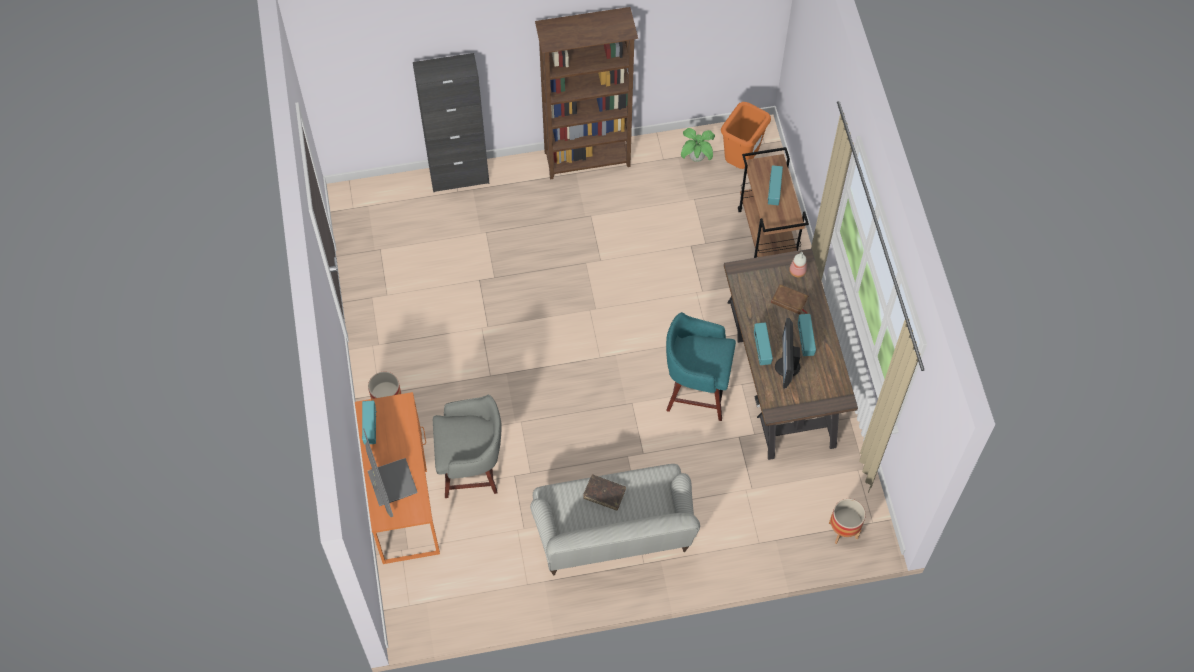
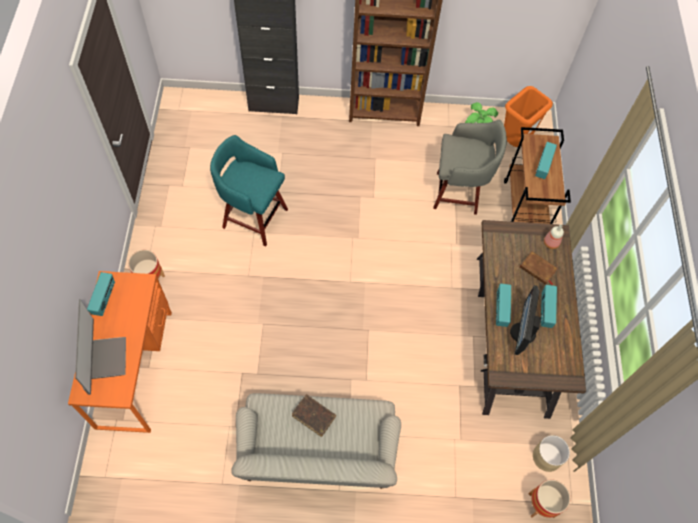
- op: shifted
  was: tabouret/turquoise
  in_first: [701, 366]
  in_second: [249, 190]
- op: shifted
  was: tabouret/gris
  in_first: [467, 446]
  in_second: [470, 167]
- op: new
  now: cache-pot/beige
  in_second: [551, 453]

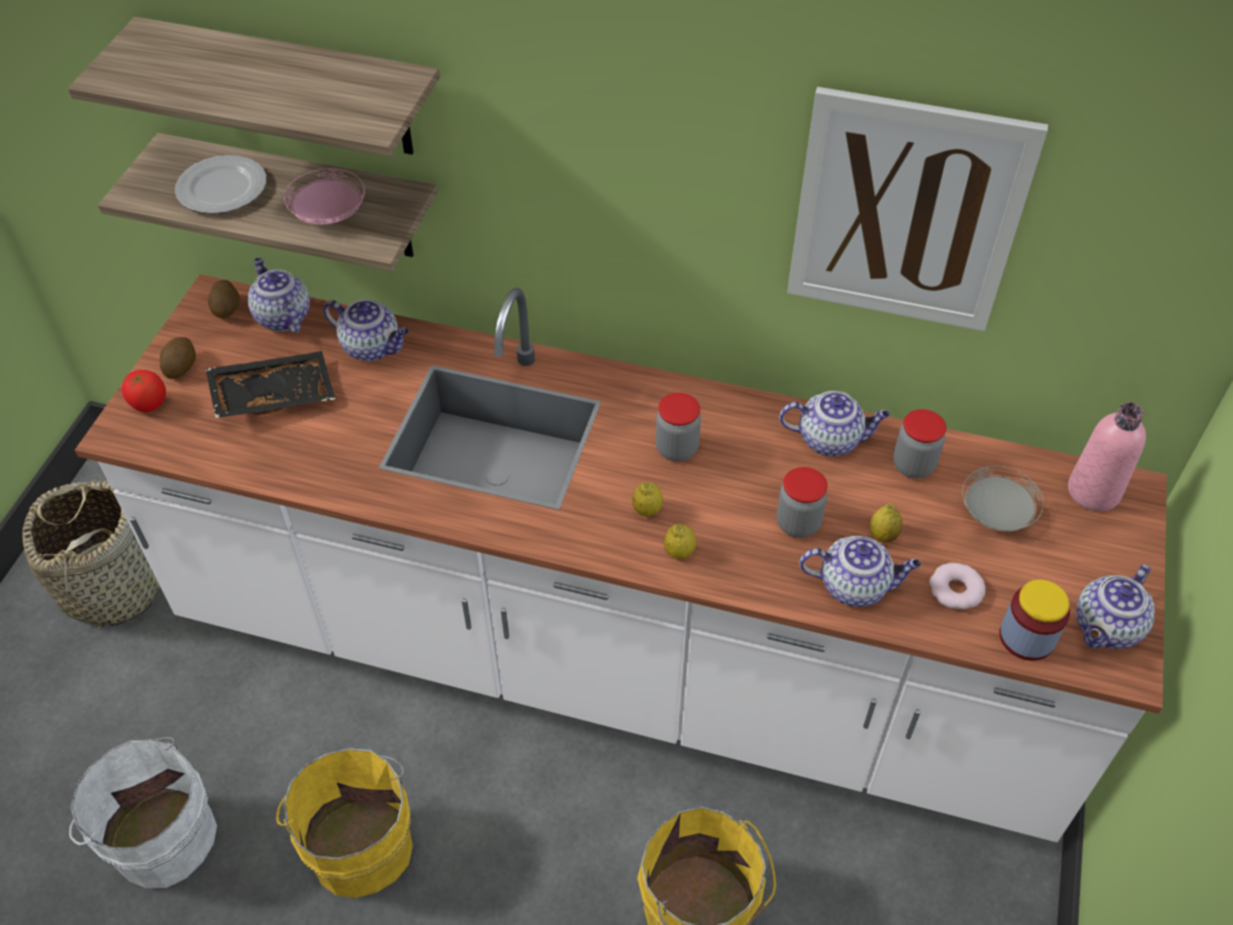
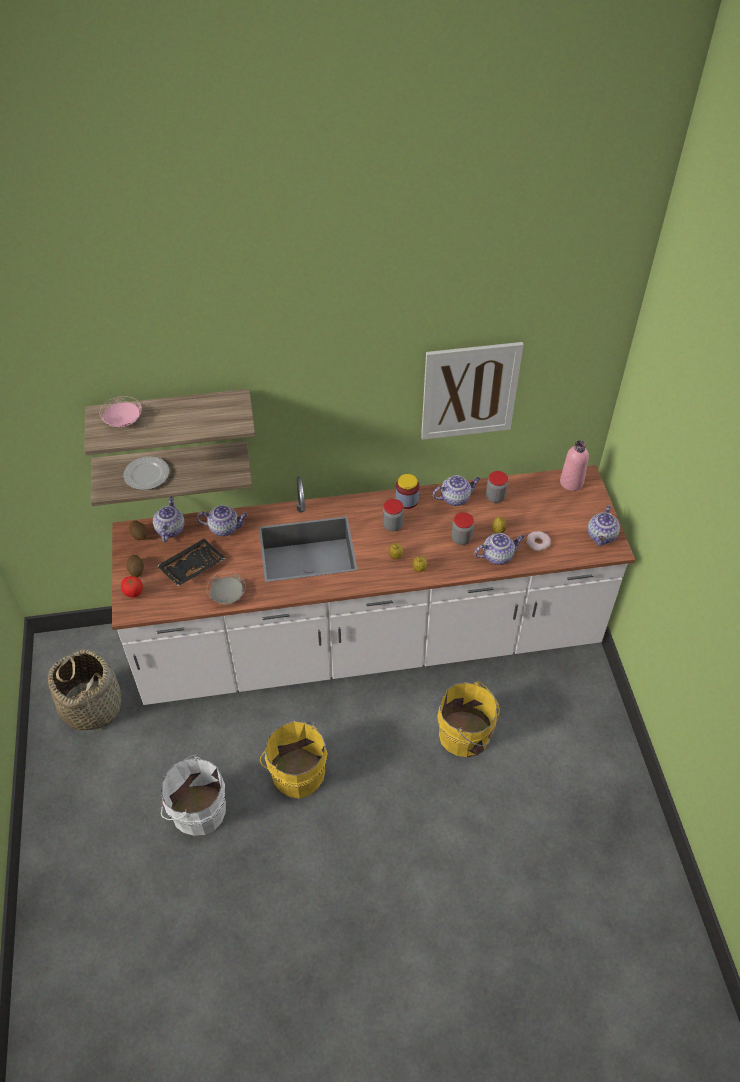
- op: shifted
  was: assiette/rose
  in_first: [324, 196]
  in_second: [121, 411]
- op: rotated
  was: théière
  in_first: [279, 295]
  in_second: [169, 519]
  clockwise: 60
- op: shifted
  was: assiette/gris
  in_first: [1003, 499]
  in_second: [226, 588]
- op: shifted
  was: bocal
  in_first: [1034, 620]
  in_second: [407, 491]

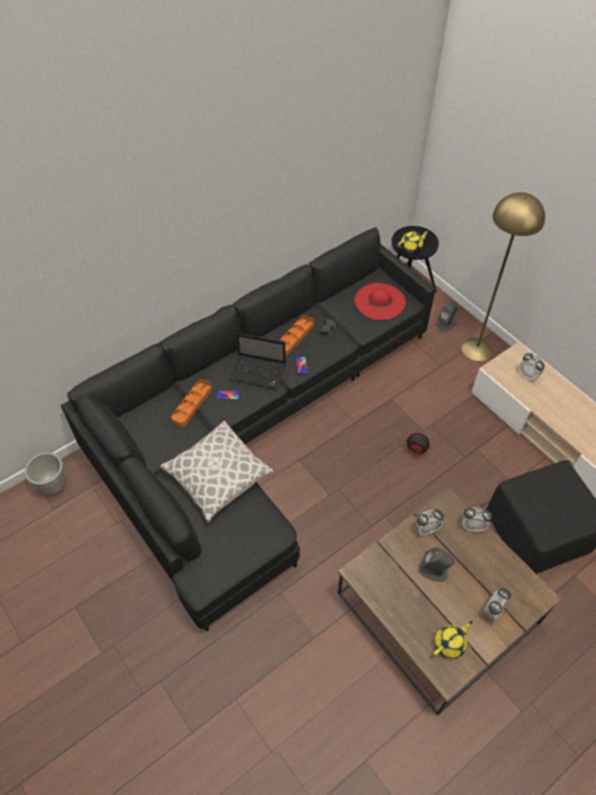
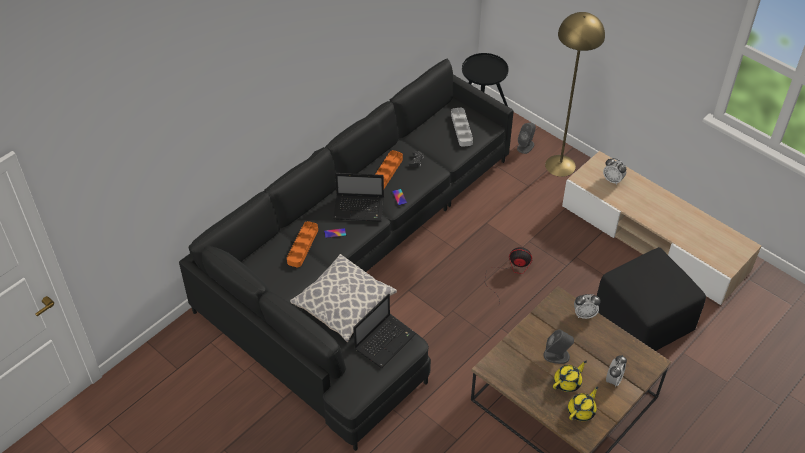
- op: new
  now: ordinateur portable
  in_second: [384, 331]
- op: swapped
  was: chapeau/rouge
  now: plateau/gris
  in_first: [380, 301]
  in_second: [462, 127]
- op: shifted
  was: théière/jaune
  in_first: [413, 241]
  in_second: [570, 376]
- op: gone
  was: cache-pot
  in_first: [46, 474]
- op: gone
  was: réveil
  in_first: [429, 522]

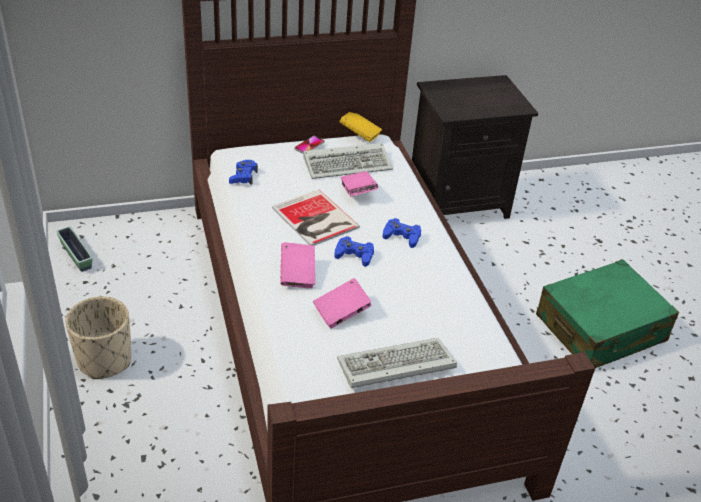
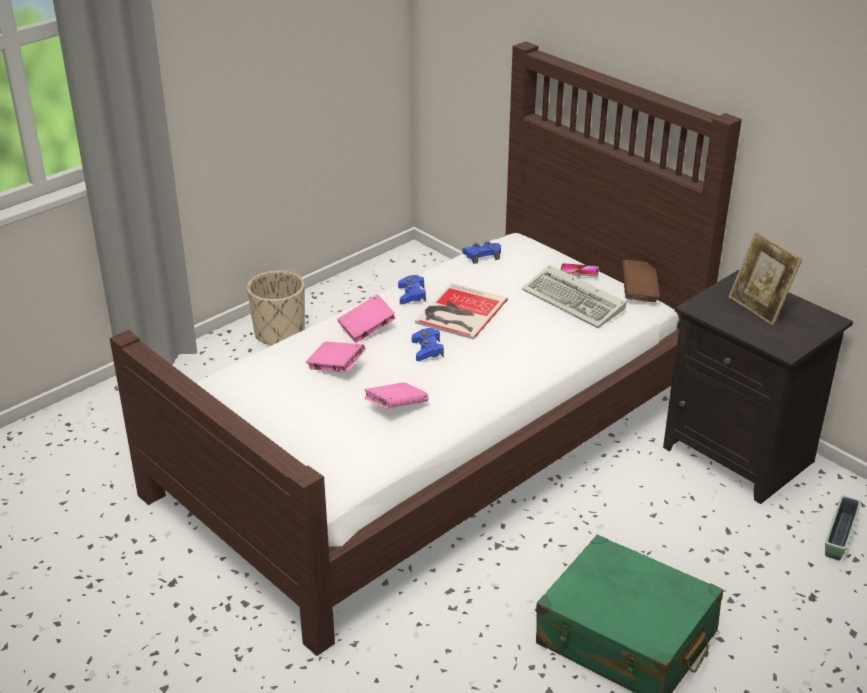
- op: shifted
  was: livre/rose
  in_first: [359, 184]
  in_second: [396, 395]
- op: shifted
  was: manette/bleu
  in_first: [402, 233]
  in_second: [412, 289]
- op: repainted
  was: livre/jaune
  now: livre/marron
  in_first: [360, 127]
  in_second: [641, 281]
- op: new
  now: cadre photo
  in_second: [765, 278]
- op: shifted
  was: cache-pot
  in_first: [74, 249]
  in_second: [843, 528]
- op: gone
  was: clavier
  in_first: [397, 363]

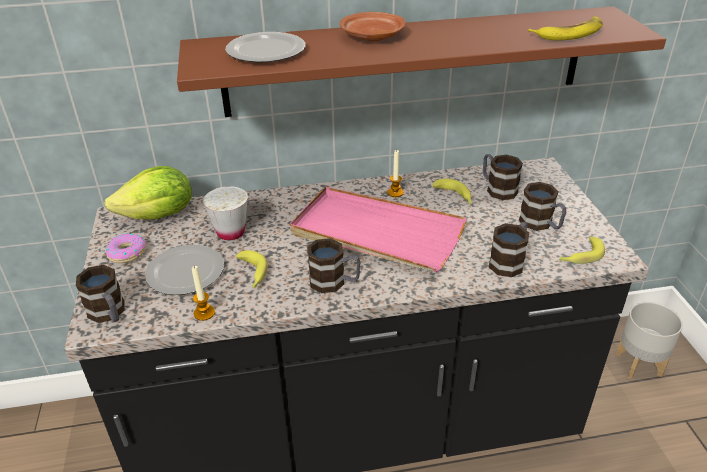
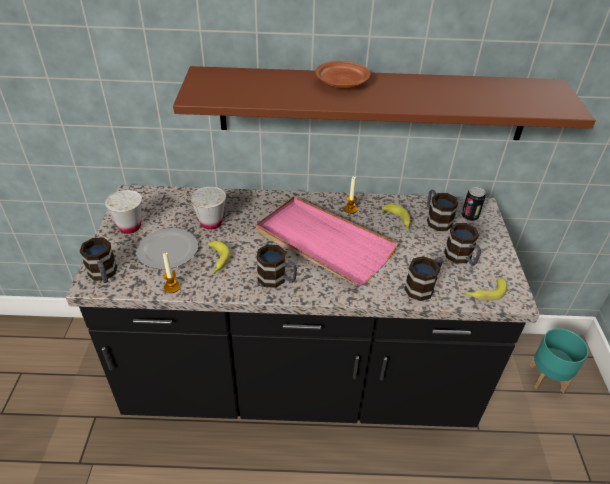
- op: swapped
  was: beignet
  now: tasse/blanc
  in_first: [126, 248]
  in_second: [123, 212]
- op: new
  now: boîte métallique
  in_second: [473, 204]
- op: repainted
  was: cache-pot/gris
  now: cache-pot/turquoise
  in_first: [649, 340]
  in_second: [559, 360]
- op: gone
  was: laitue
  in_first: [148, 192]
- op: gone
  was: assiette
  in_first: [265, 47]
- op: gone
  was: banane
  in_first: [565, 28]

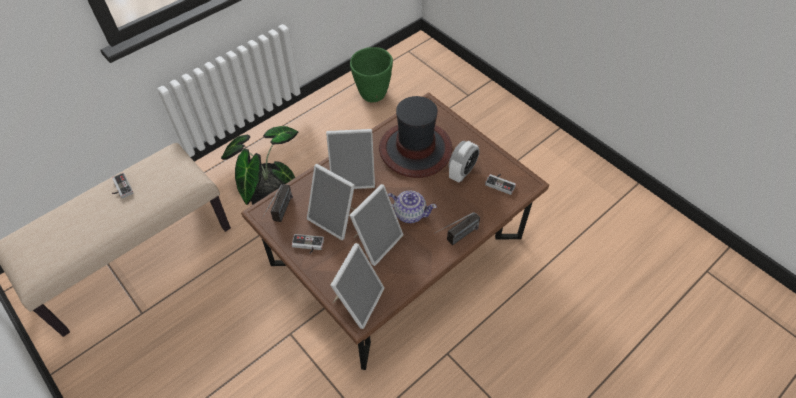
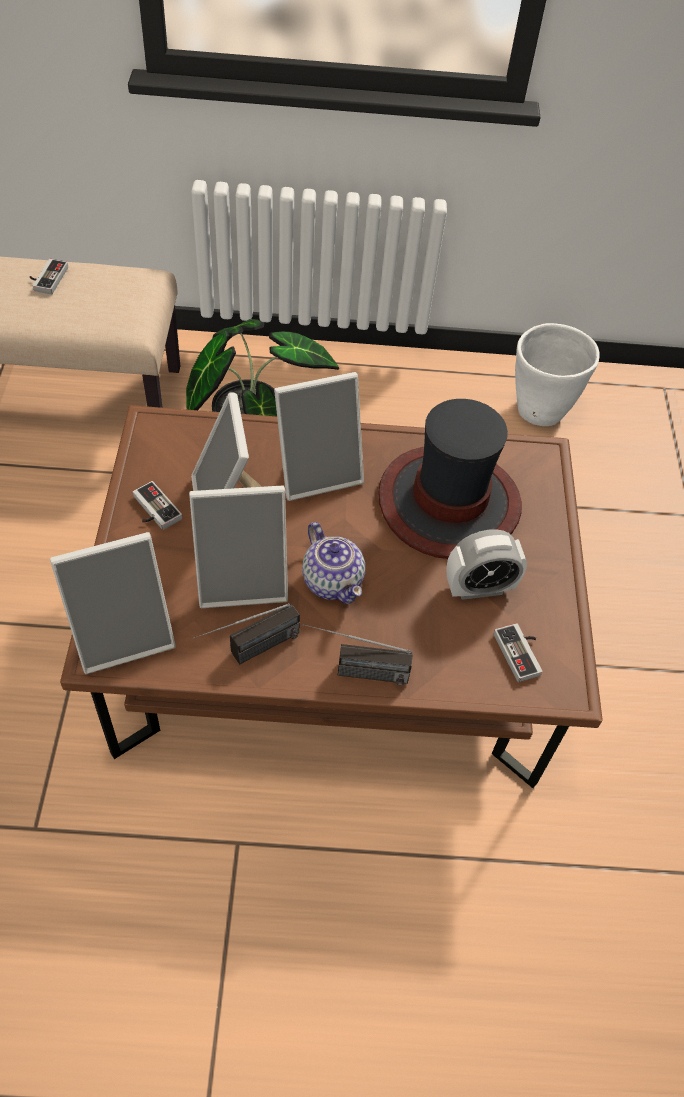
- op: shifted
  was: radio
  in_first: [277, 203]
  in_second: [246, 634]
- op: rotated
  was: cadre photo
  in_first: [350, 159]
  in_second: [319, 436]
  clockwise: -60
- op: repainted
  was: cache-pot/vert
  now: cache-pot/blanc
  in_first: [371, 74]
  in_second: [557, 374]

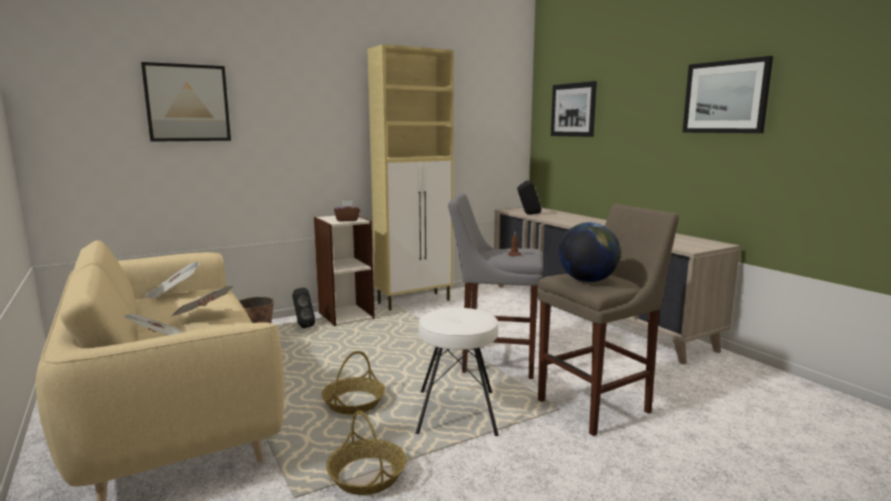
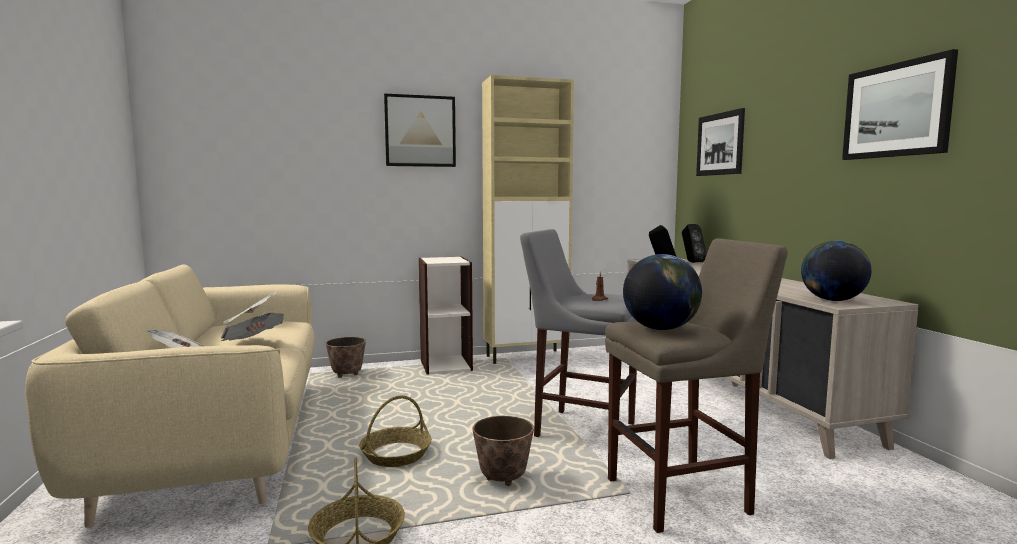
- op: shifted
  was: tableau
  in_first: [186, 102]
  in_second: [420, 130]
- op: swapped
  was: tabouret/blanc
  now: cache-pot
  in_first: [457, 372]
  in_second: [503, 451]
- op: shifted
  was: enceinte/noir
  in_first: [303, 308]
  in_second: [694, 243]
- op: new
  now: globe
  in_second: [836, 271]
- op: gone
  was: boîte à mouchoirs/marron
  in_first: [347, 210]

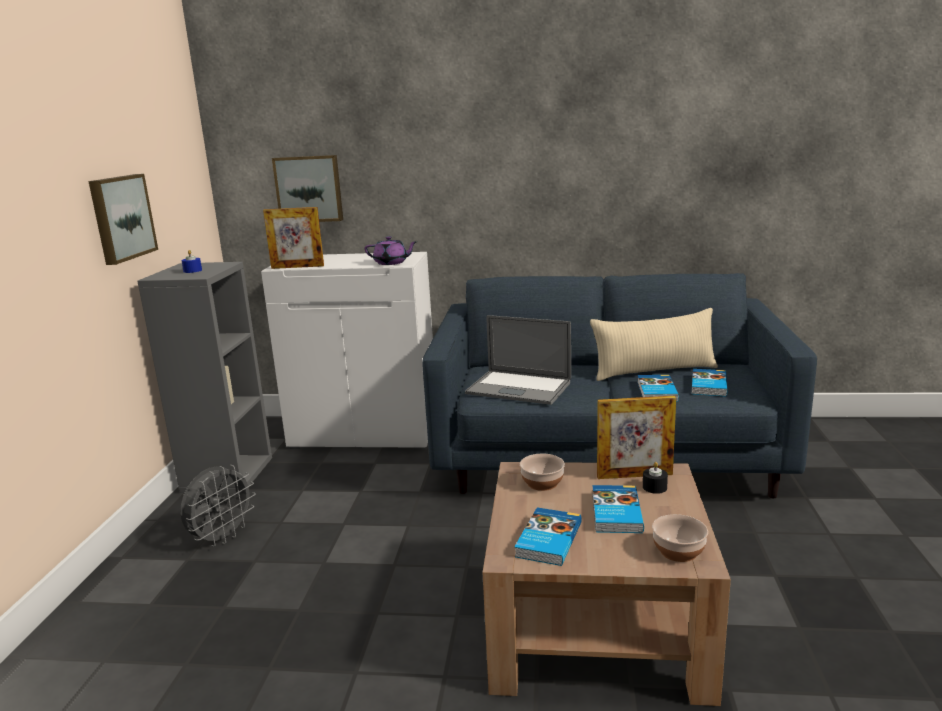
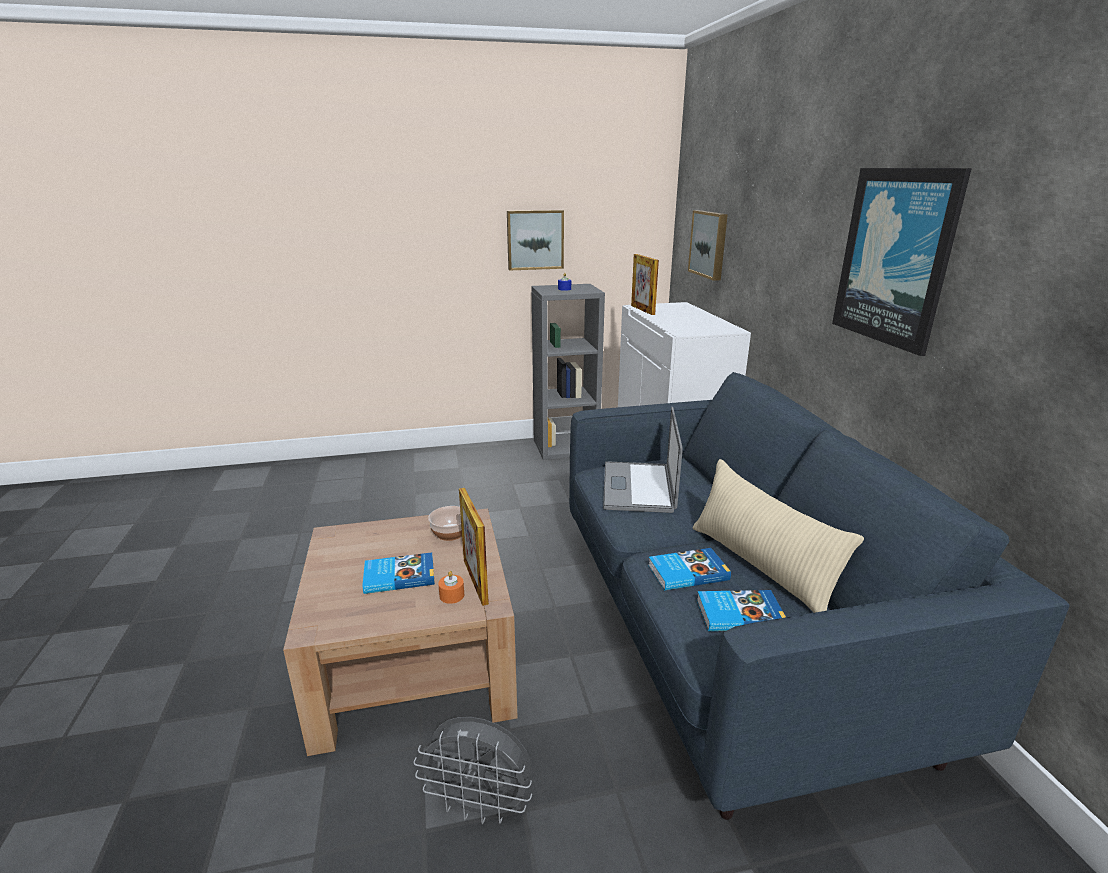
- op: shifted
  was: ventilateur/gris
  in_first: [218, 506]
  in_second: [472, 770]
- op: repainted
  was: bougie/noir
  now: bougie/orange
  in_first: [655, 478]
  in_second: [451, 587]
- op: new
  now: tableau
  in_second: [902, 262]
- op: gone
  was: théière/violet
  in_first: [391, 250]
- op: gone
  was: livre
  in_first: [548, 536]
- op: gone
  was: bol
  in_first: [680, 538]

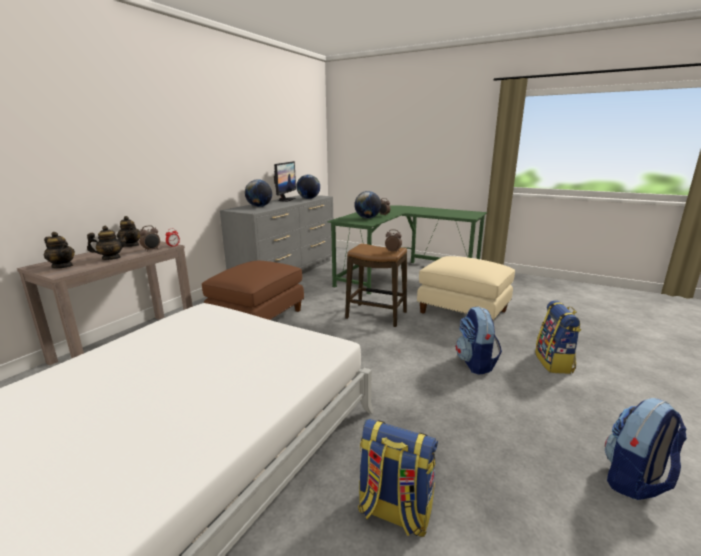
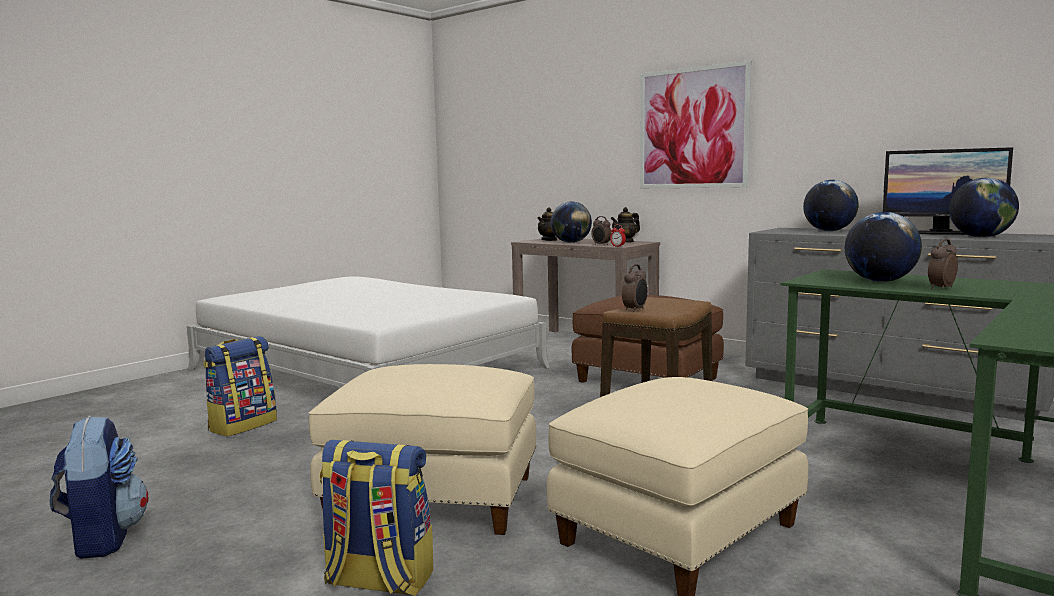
- op: swapped
  was: sac à dos
  now: pouf/beige
  in_first: [479, 340]
  in_second: [422, 449]
- op: swapped
  was: théière
  now: globe
  in_first: [107, 243]
  in_second: [571, 222]
- op: new
  now: tableau
  in_second: [695, 124]

